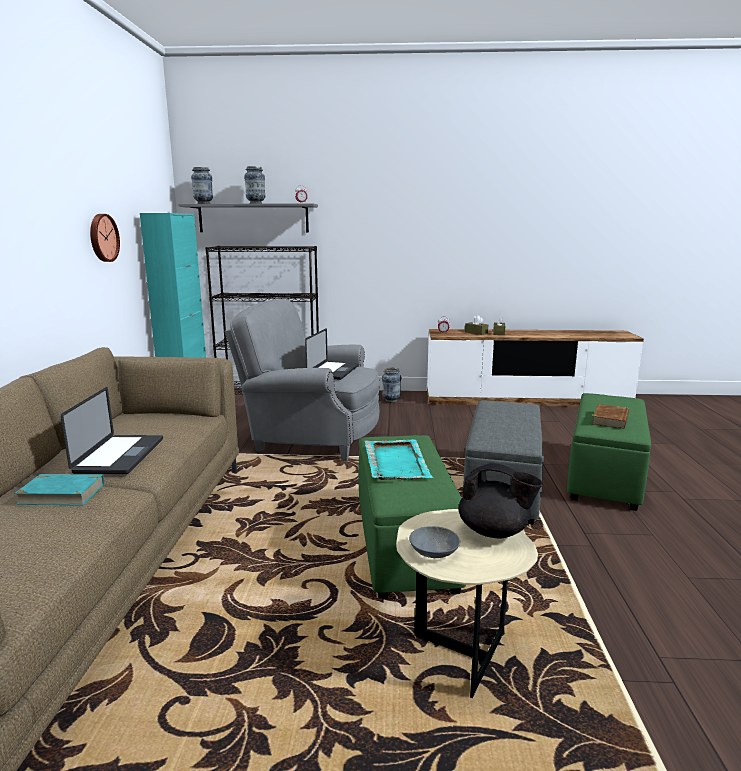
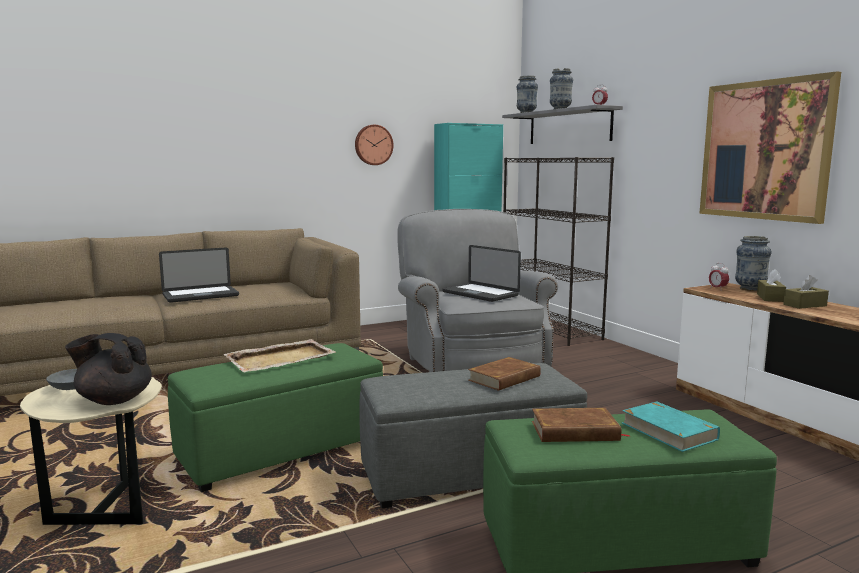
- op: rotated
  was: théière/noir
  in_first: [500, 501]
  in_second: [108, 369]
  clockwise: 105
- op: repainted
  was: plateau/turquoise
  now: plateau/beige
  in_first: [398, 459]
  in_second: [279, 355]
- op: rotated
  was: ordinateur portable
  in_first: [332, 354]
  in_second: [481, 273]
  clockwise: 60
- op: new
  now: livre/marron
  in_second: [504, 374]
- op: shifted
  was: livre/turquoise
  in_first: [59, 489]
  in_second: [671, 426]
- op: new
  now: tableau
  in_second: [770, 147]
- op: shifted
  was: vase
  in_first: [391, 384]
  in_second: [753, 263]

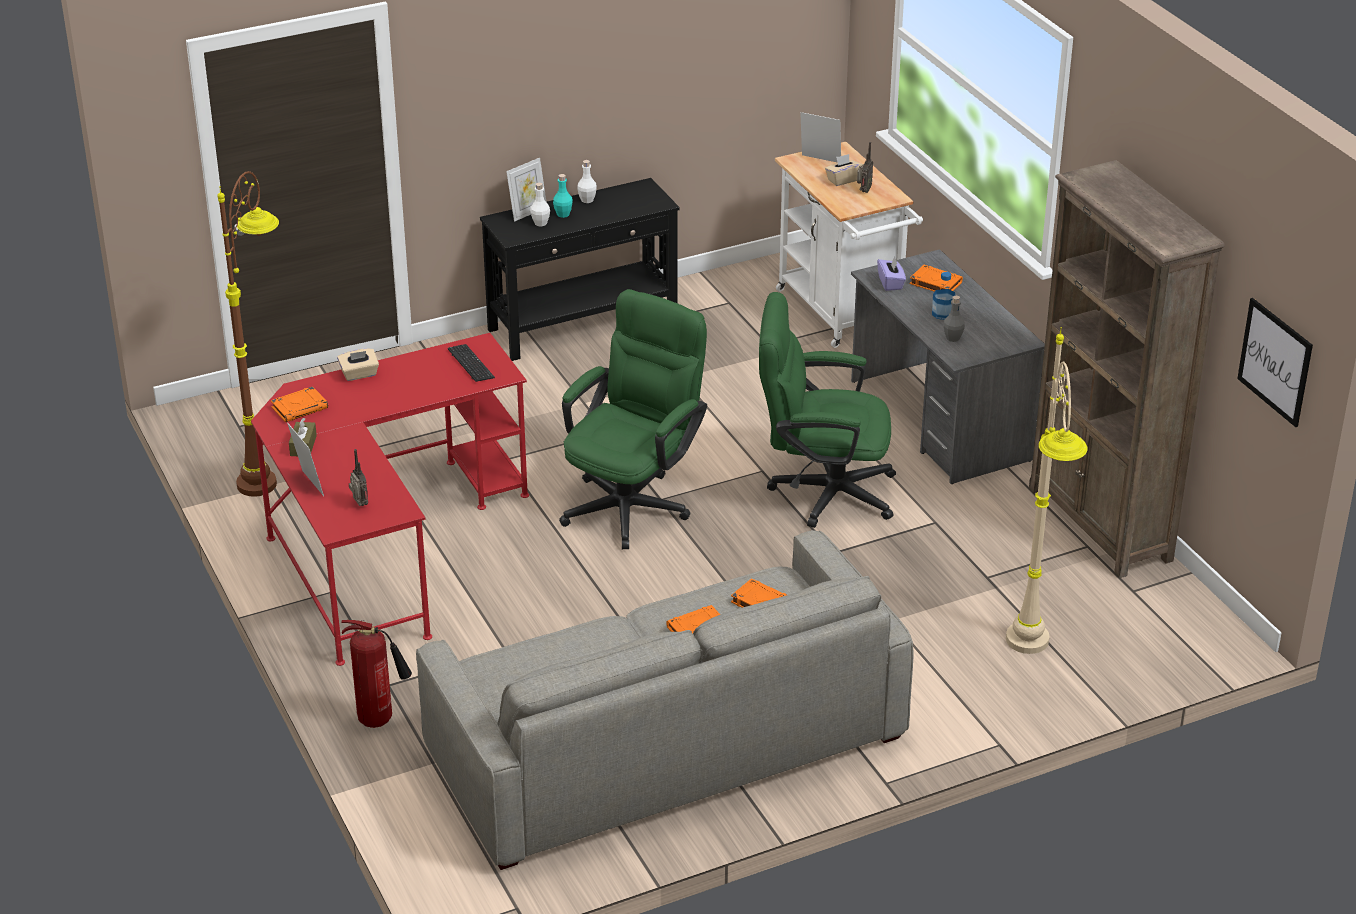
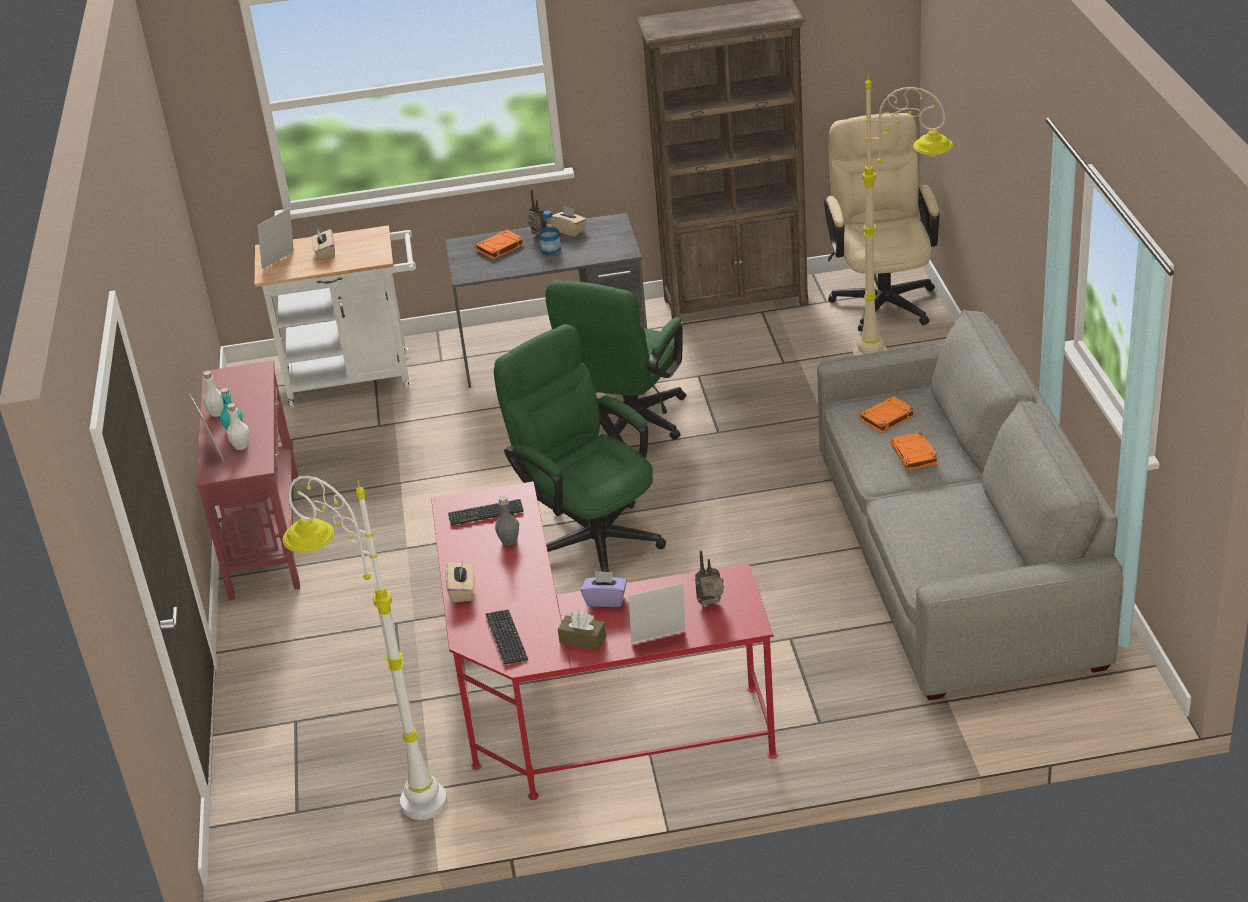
- op: repainted
  was: table console/noir
  now: table console/rouge
  in_first: [580, 269]
  in_second: [248, 480]
- op: repainted
  was: lampadaire/marron
  now: lampadaire/blanc
  in_first: [248, 334]
  in_second: [365, 648]
- op: swapped
  was: livre/orange
  now: clavier
  in_first: [299, 404]
  in_second: [506, 637]
- op: shifted
  was: bouteille/gris
  in_first: [954, 319]
  in_second: [507, 520]
- op: shifted
  was: radio
  in_first: [865, 167]
  in_second: [537, 213]
- op: new
  now: boîte à mouchoirs/beige
  in_second: [568, 221]
- op: shifted
  was: boîte à mouchoirs/violet
  in_first: [891, 273]
  in_second: [604, 589]
- op: new
  now: chaise de bureau/beige
  in_second: [882, 222]
- op: gone
  was: extincteur
  in_first: [376, 674]
- op: gone
  was: tableau
  in_first: [1275, 362]

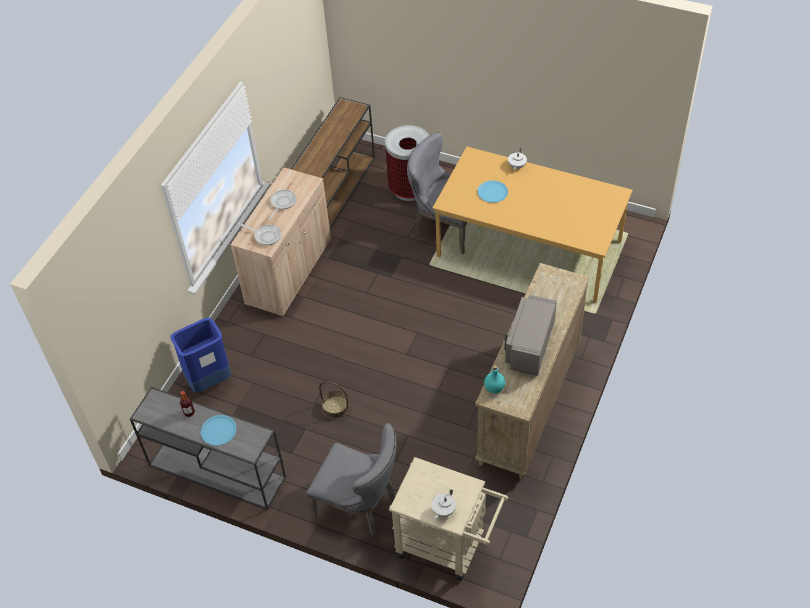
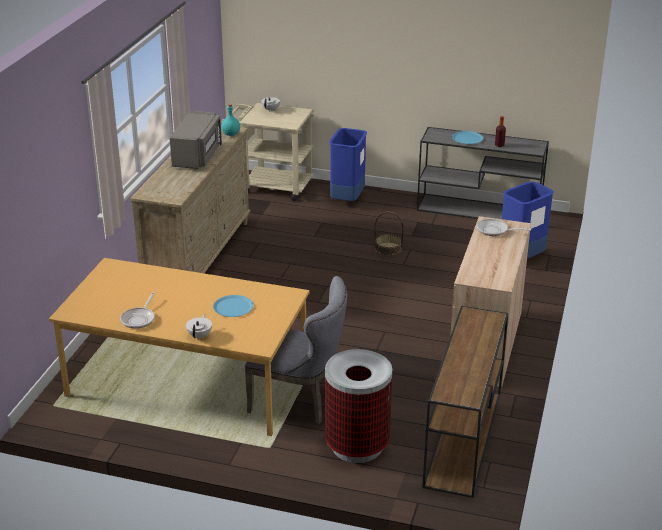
- op: shifted
  was: poêle
  in_first: [282, 205]
  in_second: [137, 310]
- op: swapped
  was: chaise/gris
  now: poubelle/bleu
  in_first: [351, 479]
  in_second: [348, 164]

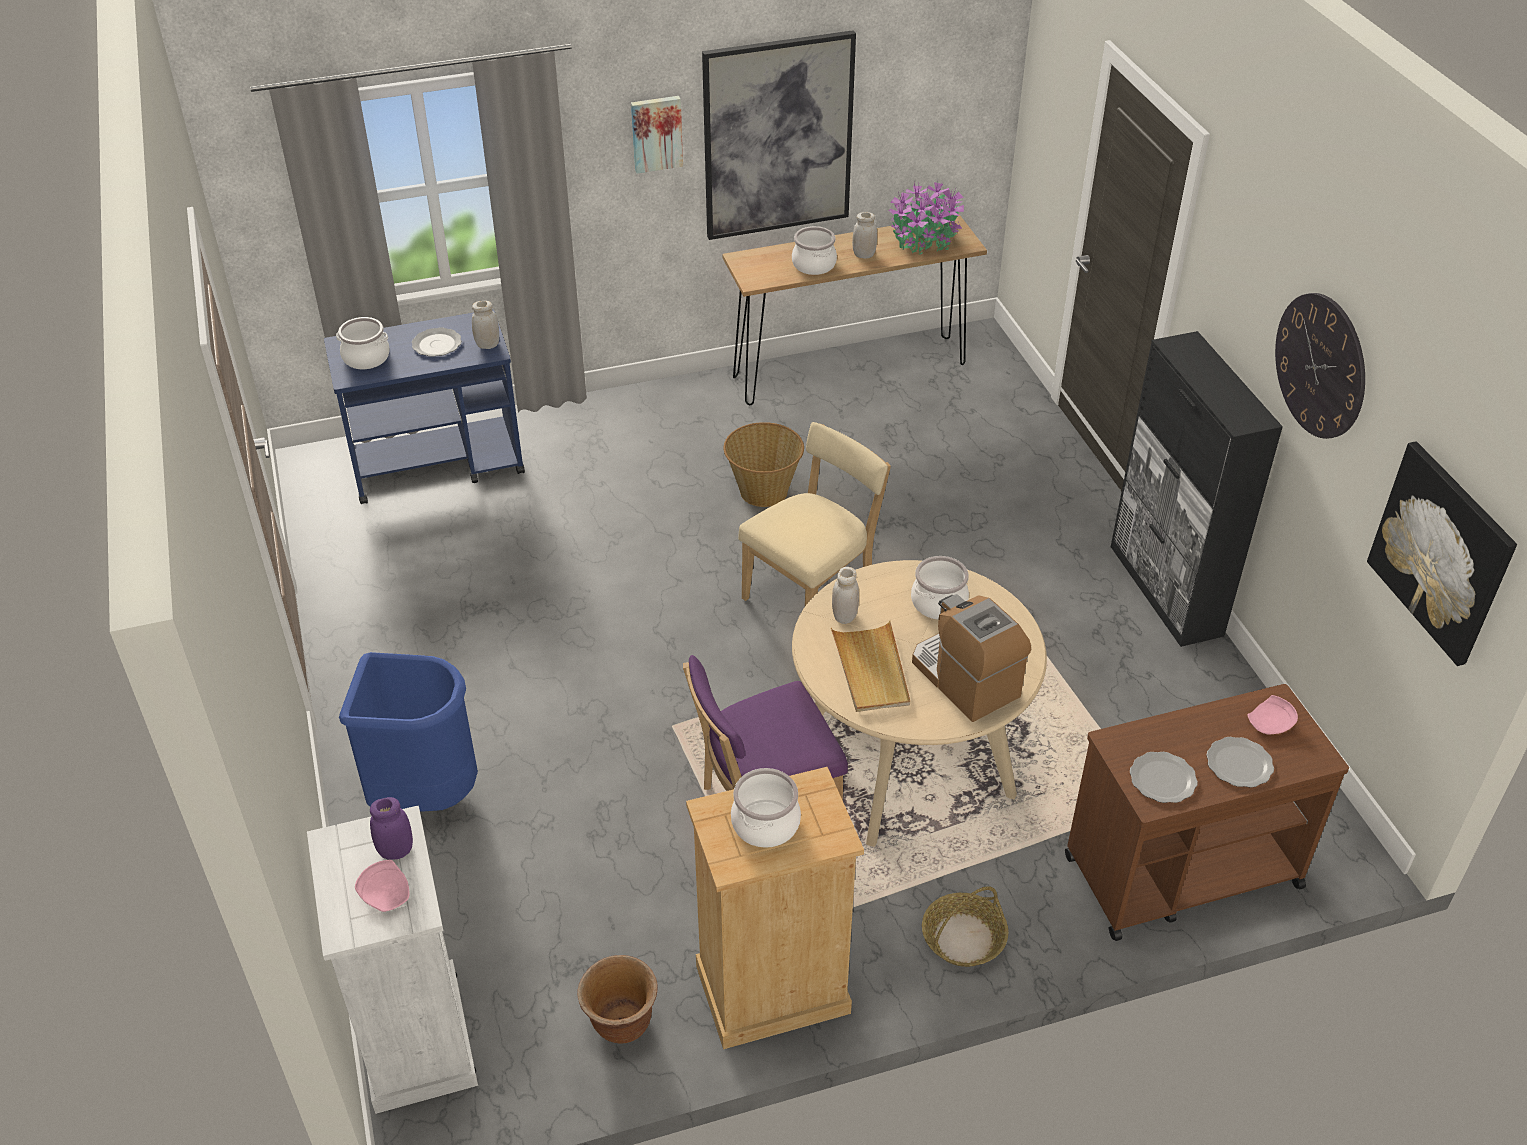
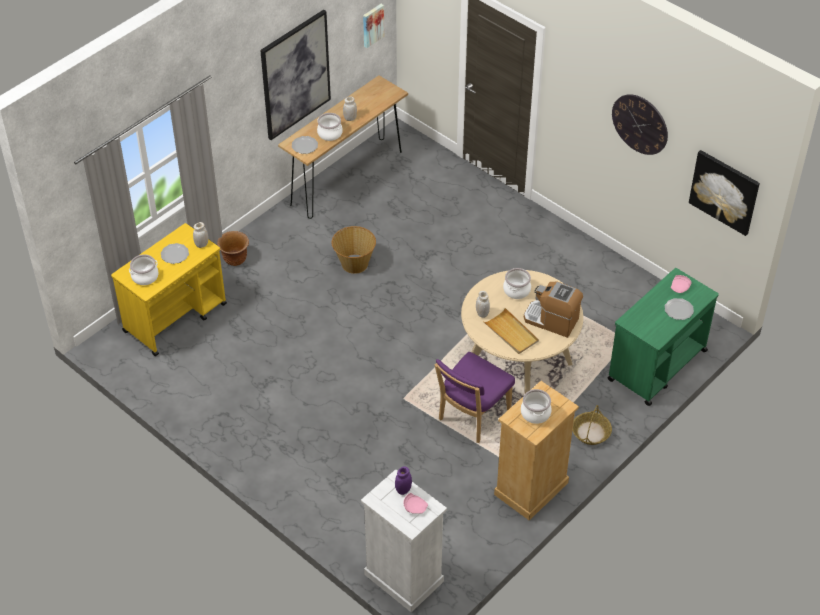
- op: repainted
  was: chariot/bleu
  now: chariot/jaune
  in_first: [424, 406]
  in_second: [169, 289]
- op: shifted
  was: cache-pot/marron
  in_first: [617, 999]
  in_second: [233, 248]
- op: shifted
  was: assiette
  in_first: [1164, 777]
  in_second: [305, 145]
- op: shifted
  was: tableau
  in_first: [657, 135]
  in_second: [373, 26]
- op: repainted
  was: chariot/marron
  now: chariot/vert
  in_first: [1207, 812]
  in_second: [663, 337]
- op: gone
  was: poubelle/bleu
  in_first: [408, 732]
- op: gone
  was: chaise/beige
  in_first: [814, 514]
- op: gone
  was: plante en pot
  in_first: [926, 217]
- op: gone
  was: meuble de rangement/noir
  in_first: [1197, 489]

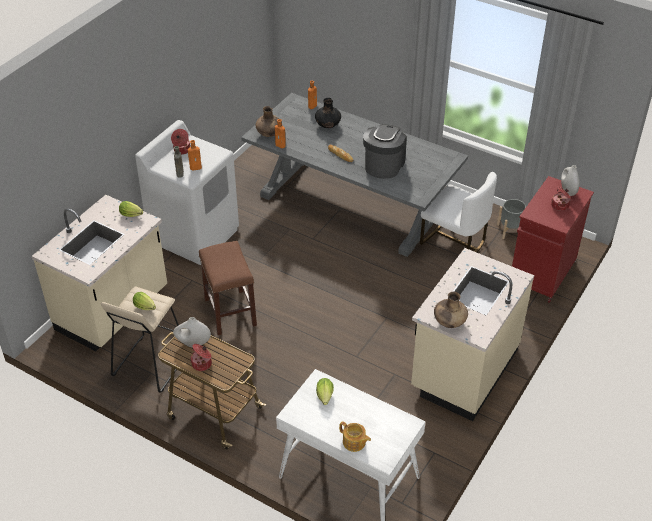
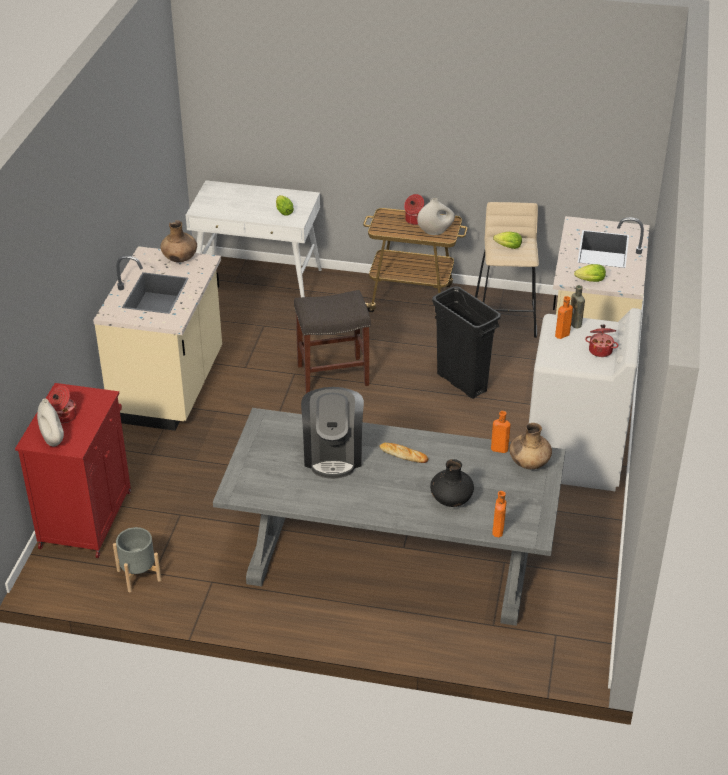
- op: new
  now: tabouret/gris
  in_second: [332, 341]
- op: swapped
  was: tabouret/marron
  now: poubelle/noir
  in_first: [228, 288]
  in_second: [466, 342]
- op: gone
  was: théière
  in_first: [355, 436]
- op: gone
  was: chaise/blanc
  in_first: [458, 212]

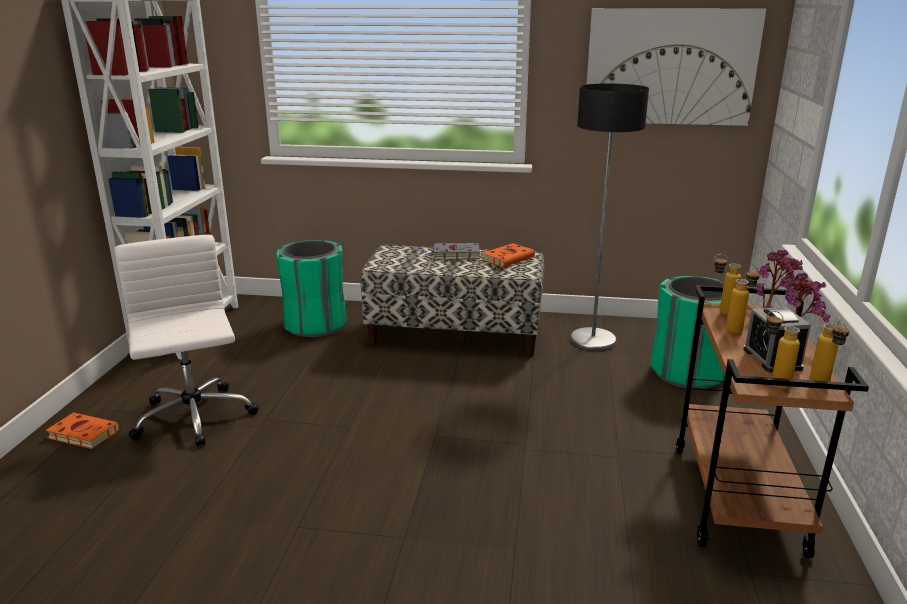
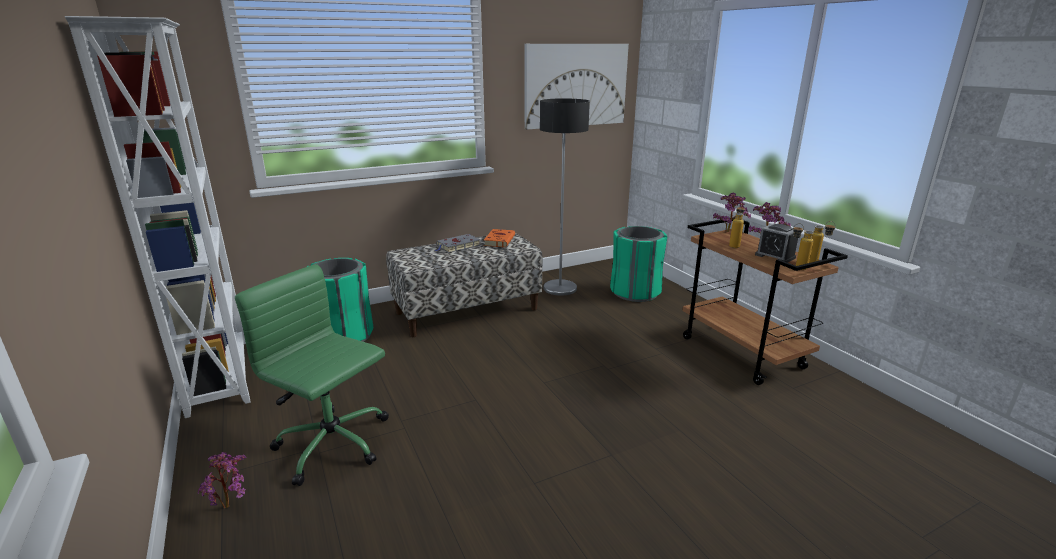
- op: swapped
  was: livre/orange
  now: plante en pot
  in_first: [82, 430]
  in_second: [222, 480]
- op: repainted
  was: chaise de bureau/blanc
  now: chaise de bureau/vert
  in_first: [187, 341]
  in_second: [312, 375]
- op: gone
  was: bouteille
  in_first: [727, 284]

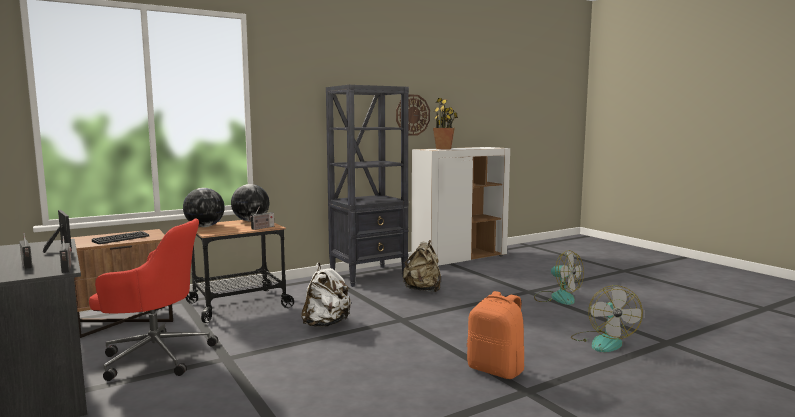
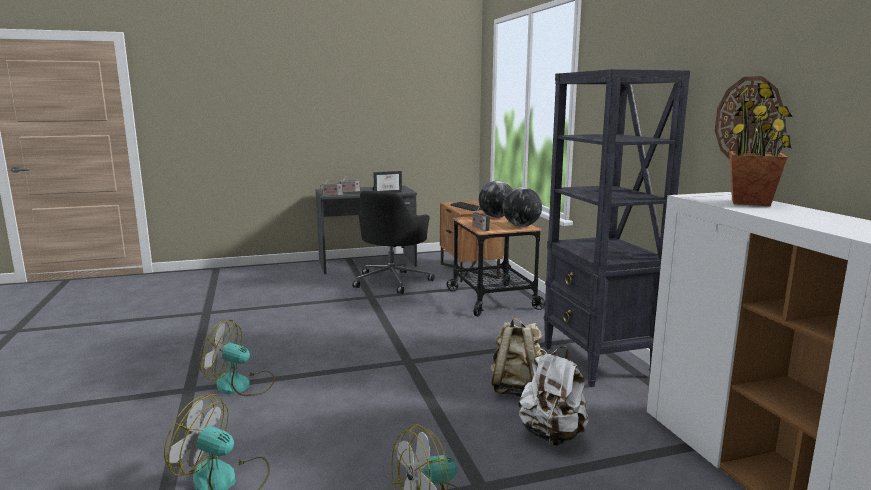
- op: swapped
  was: sac à dos/orange
  now: ventilateur
  in_first: [496, 335]
  in_second: [237, 358]
- op: repainted
  was: chaise de bureau/rouge
  now: chaise de bureau/noir
  in_first: [153, 300]
  in_second: [393, 242]
- op: shifted
  was: sac à dos/blanc
  in_first: [326, 294]
  in_second: [553, 396]

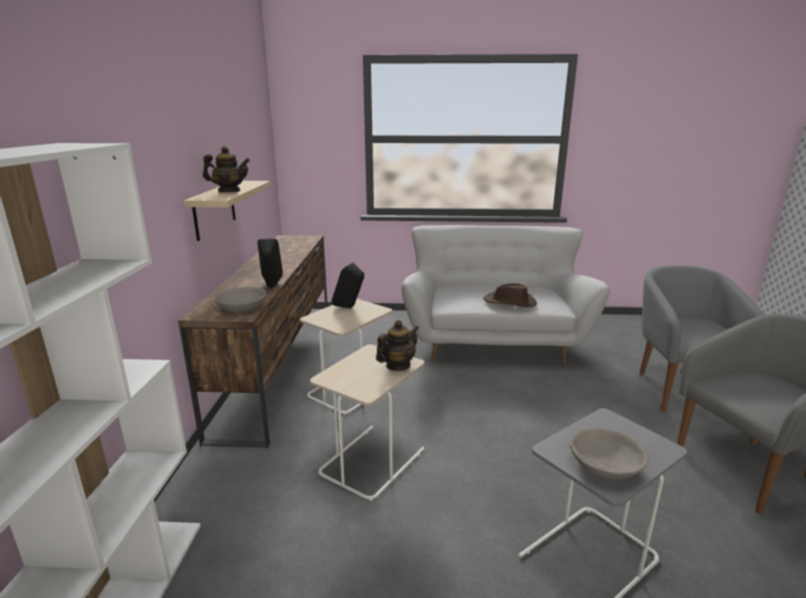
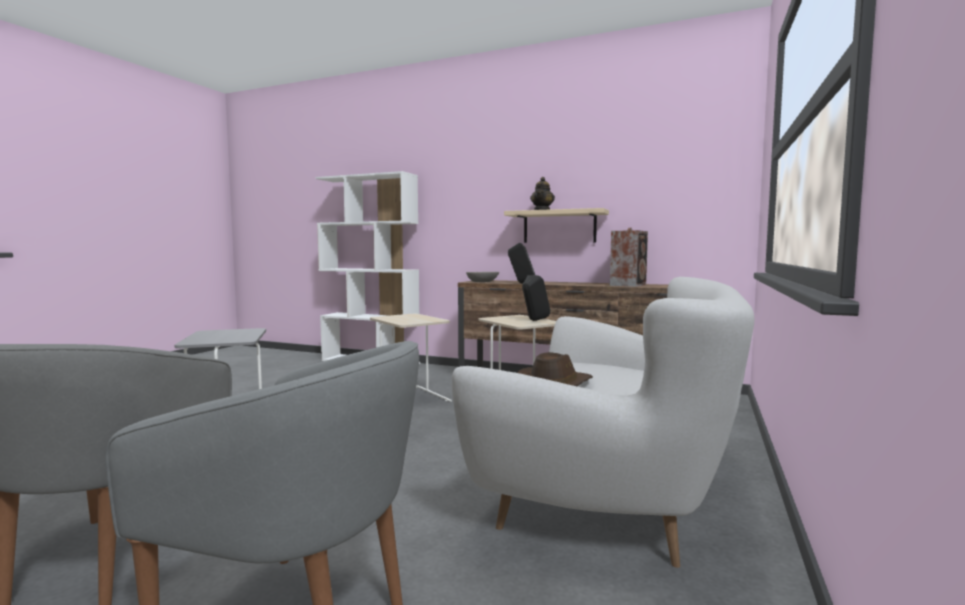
- op: new
  now: enceinte
  in_second: [629, 257]
- op: gone
  was: théière
  in_first: [397, 345]
- op: gone
  was: bol/gris
  in_first: [609, 454]

